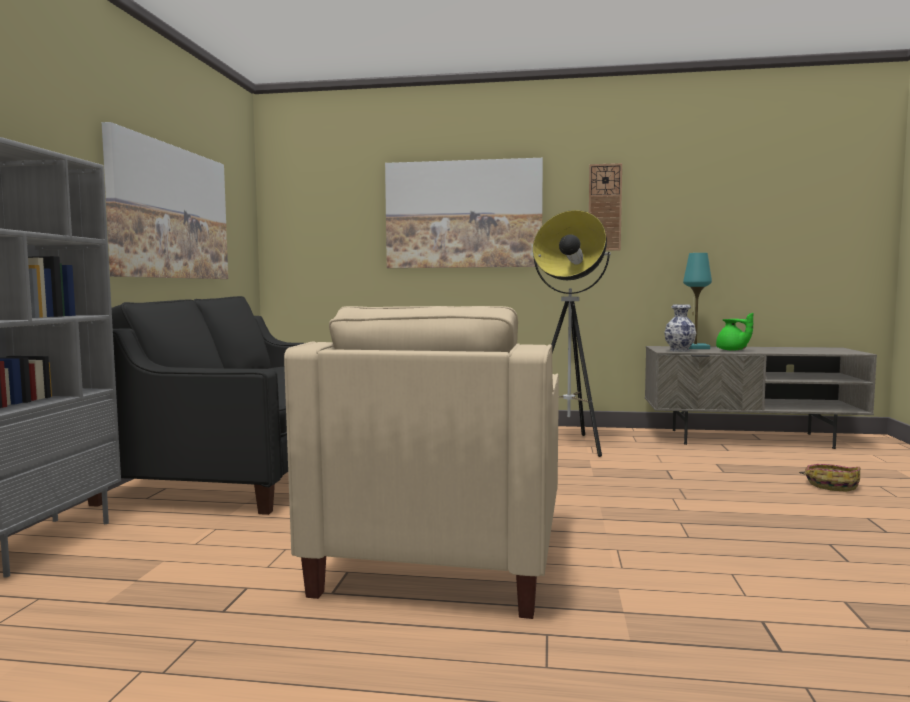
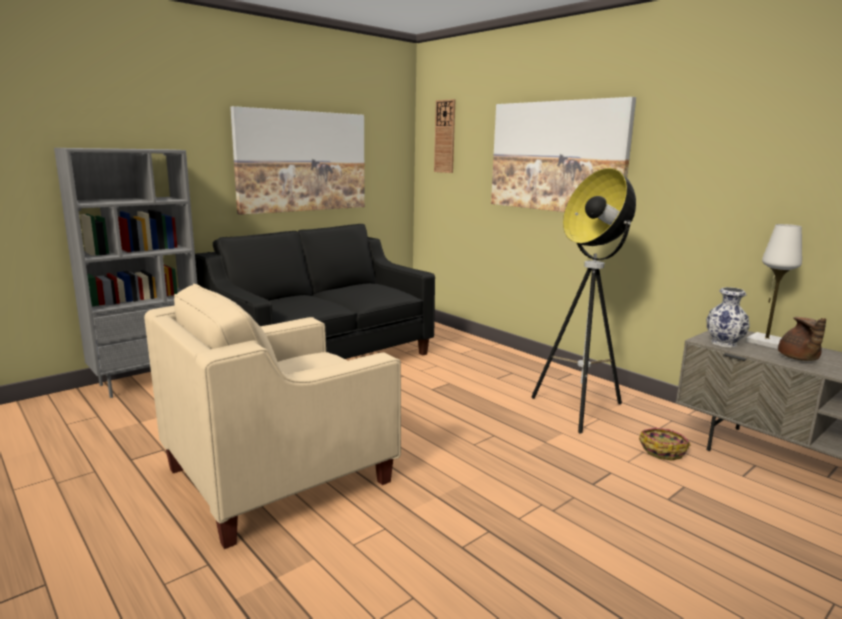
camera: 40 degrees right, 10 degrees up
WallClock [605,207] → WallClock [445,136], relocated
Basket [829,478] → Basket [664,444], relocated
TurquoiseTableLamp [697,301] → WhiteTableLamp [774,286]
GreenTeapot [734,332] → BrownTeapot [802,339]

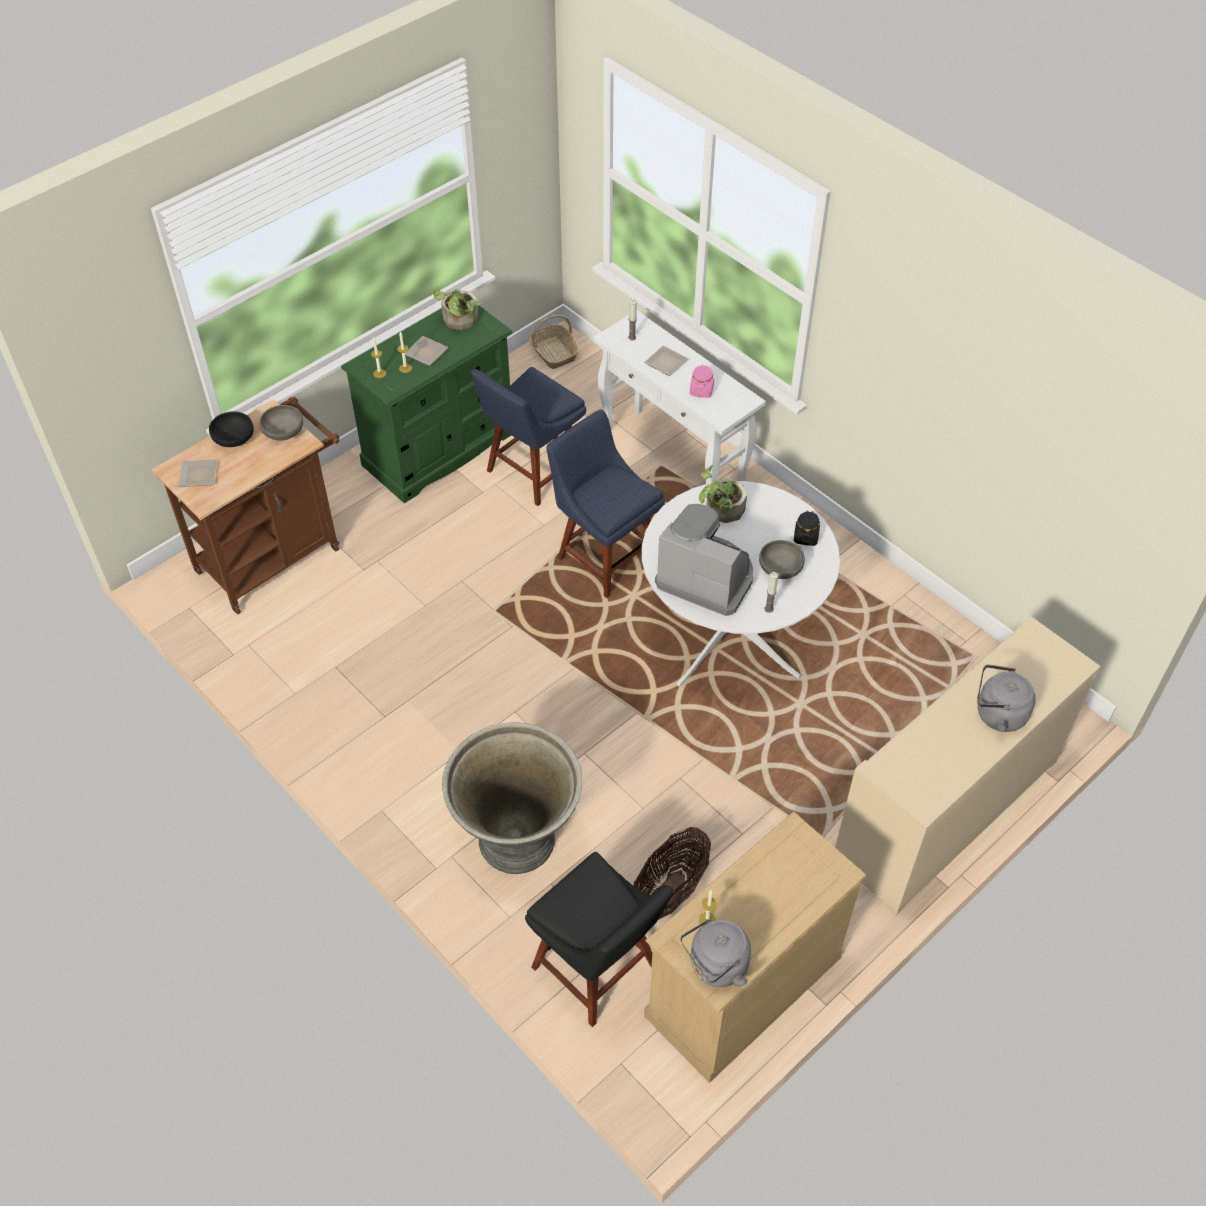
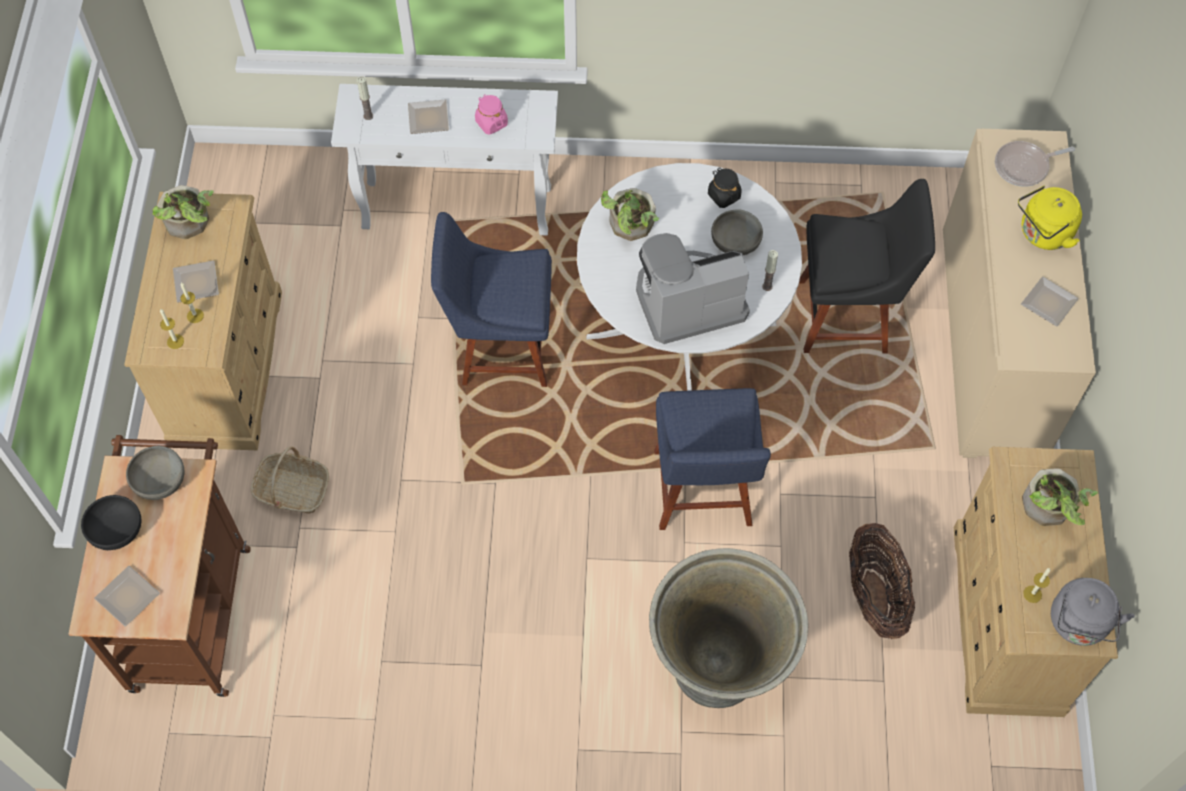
camera: 45 degrees left, 10 degrees up
GreenDresser [427,404] → BeigeDresser [203,321]
Basket [554,342] → Basket [290,480], relocated
BlueChair [528,436] → BlueChair [712,459], relocated
BlackChair [599,939] → BlackChair [867,266], relocated
- → FryingPan [1035,164]
GreyKettle [1006,698] → YellowKettle [1050,218]
- → Plate [1049,302]
- → PottedPlant [1060,497]

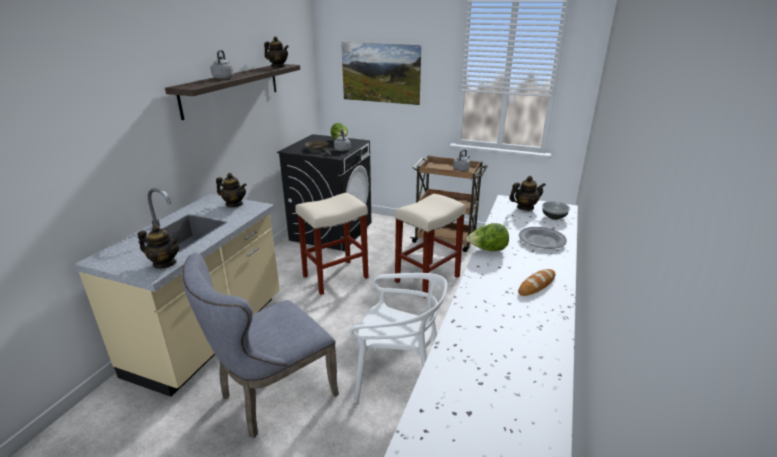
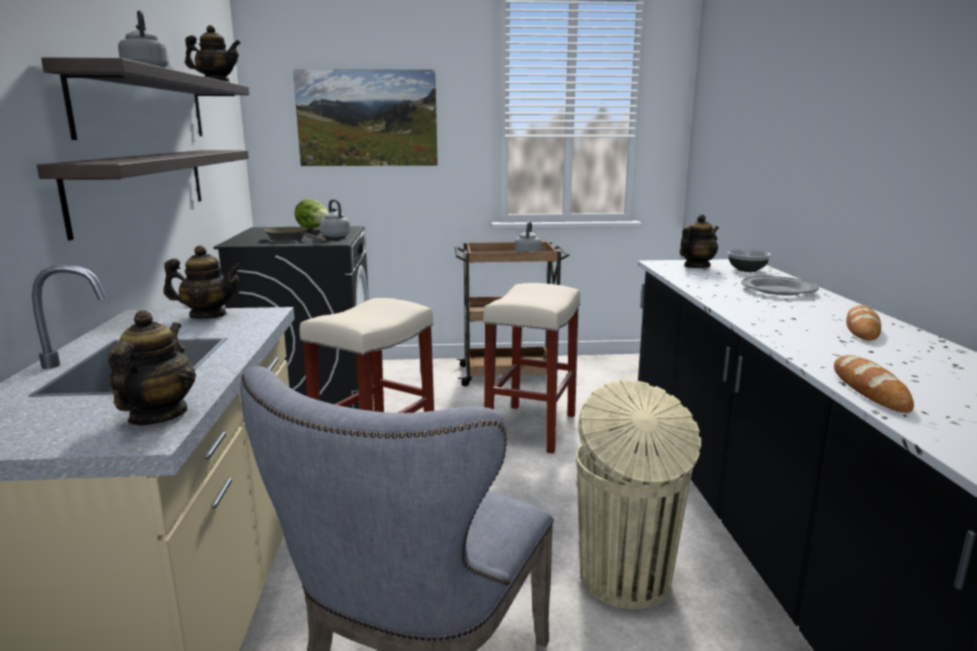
camera: 25 degrees left, 10 degrees down
- → Shelf [143,195]
Teapot [159,246] → Teapot [152,368], 75 degrees counterclockwise
WhiteChair [398,338] → BeigeTrashCan [638,494]
- → Bread [874,384]
Lettuce [487,237] → -

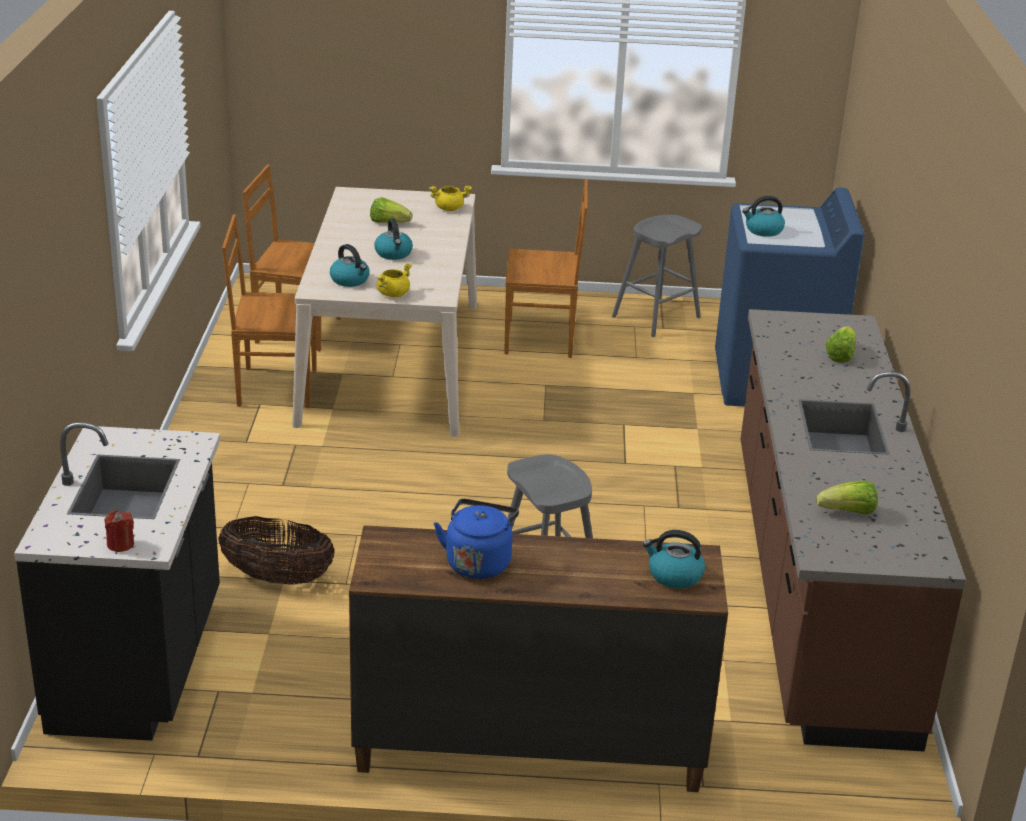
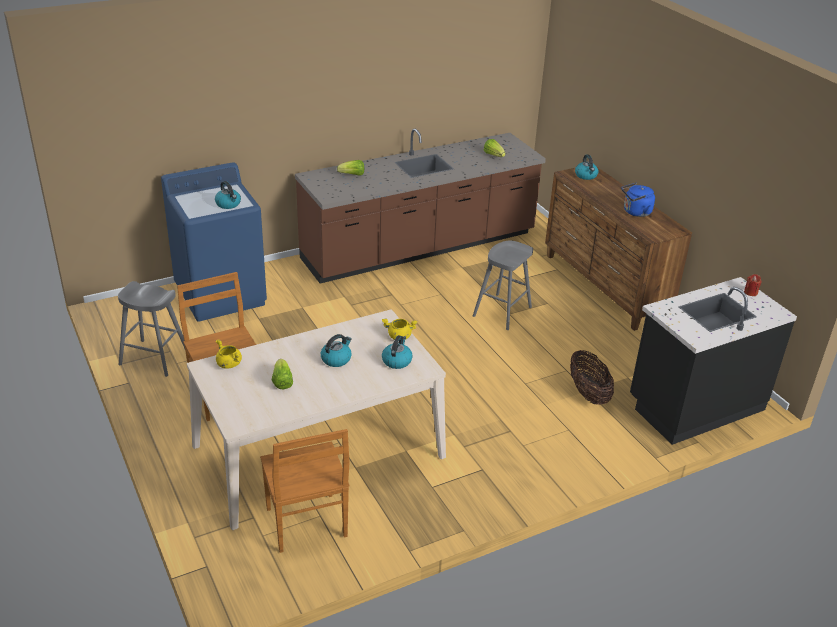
camera: 120 degrees left, 5 degrees up
BrownChair [269,311] → -

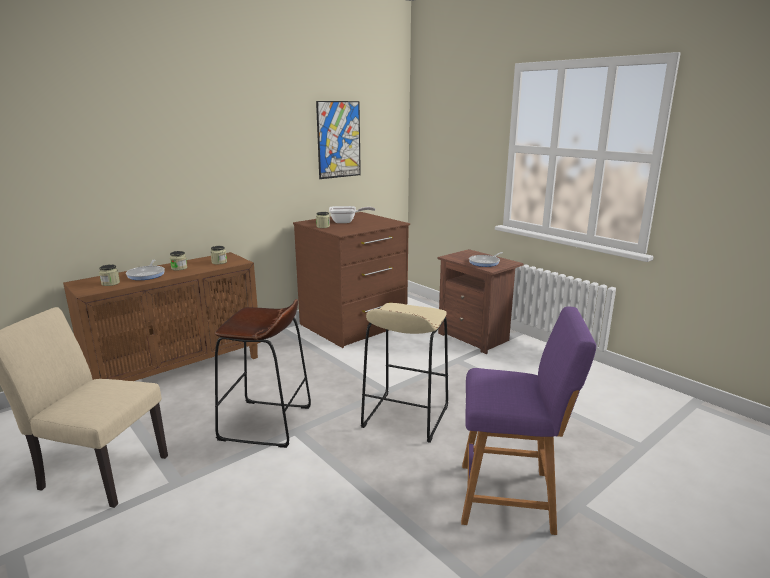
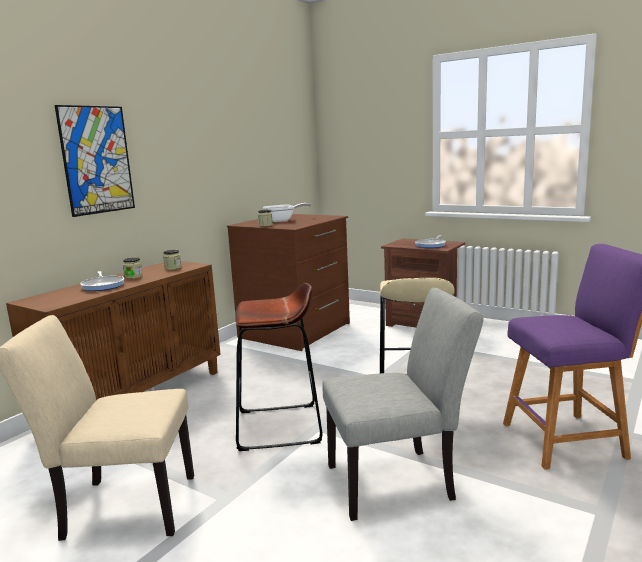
camera: 15 degrees left, 5 degrees down
Picture [338,140] → Picture [95,161], relocated
- → GreyChair [402,404]
Jar [109,275] → -

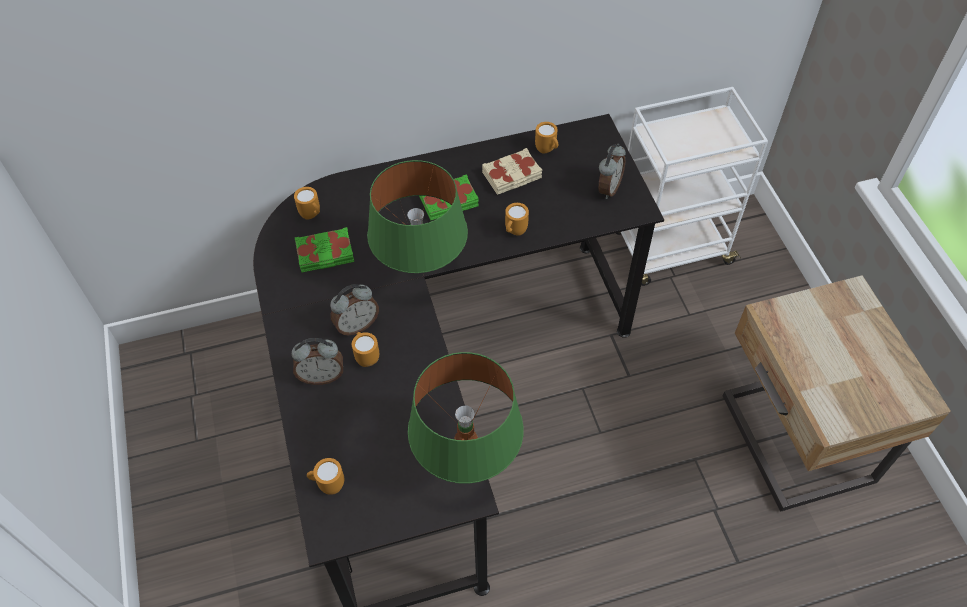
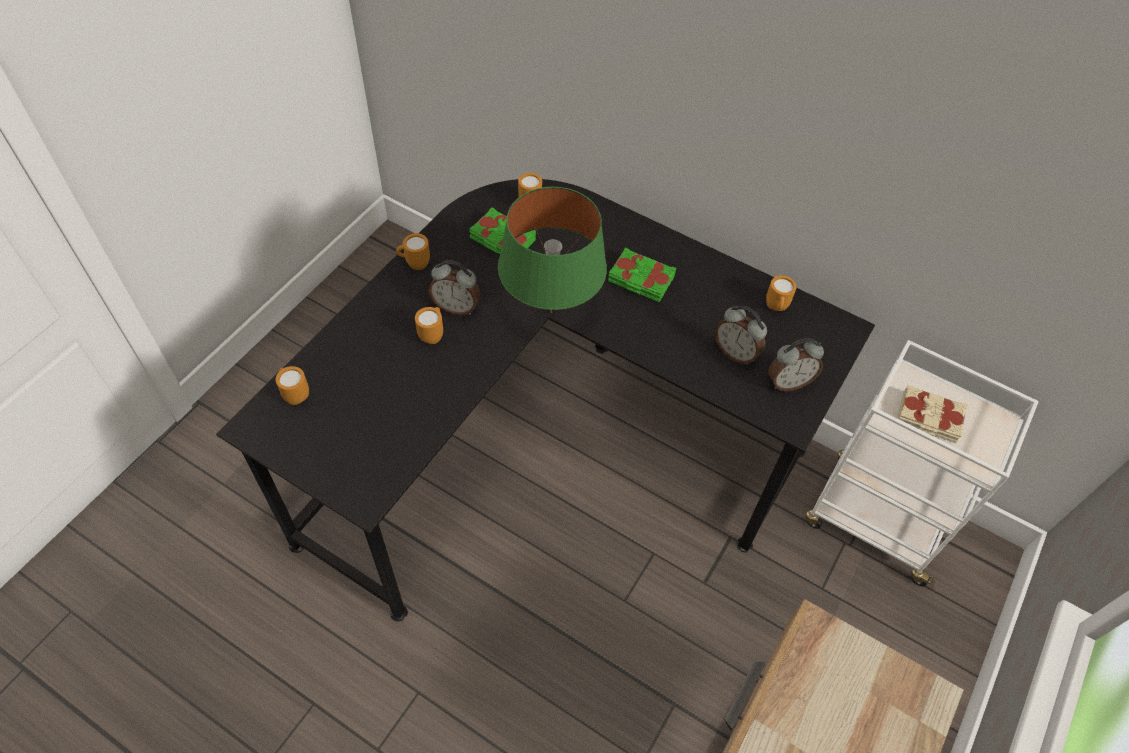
camera: 45 degrees right, 0 degrees up
OrangeMug [517,219] → OrangeMug [413,251], relocated
AlarmClock [317,361] → AlarmClock [741,335], relocated
BeigeBook [512,171] → BeigeBook [932,414], relocated
GreenTableLamp [466,418] → -

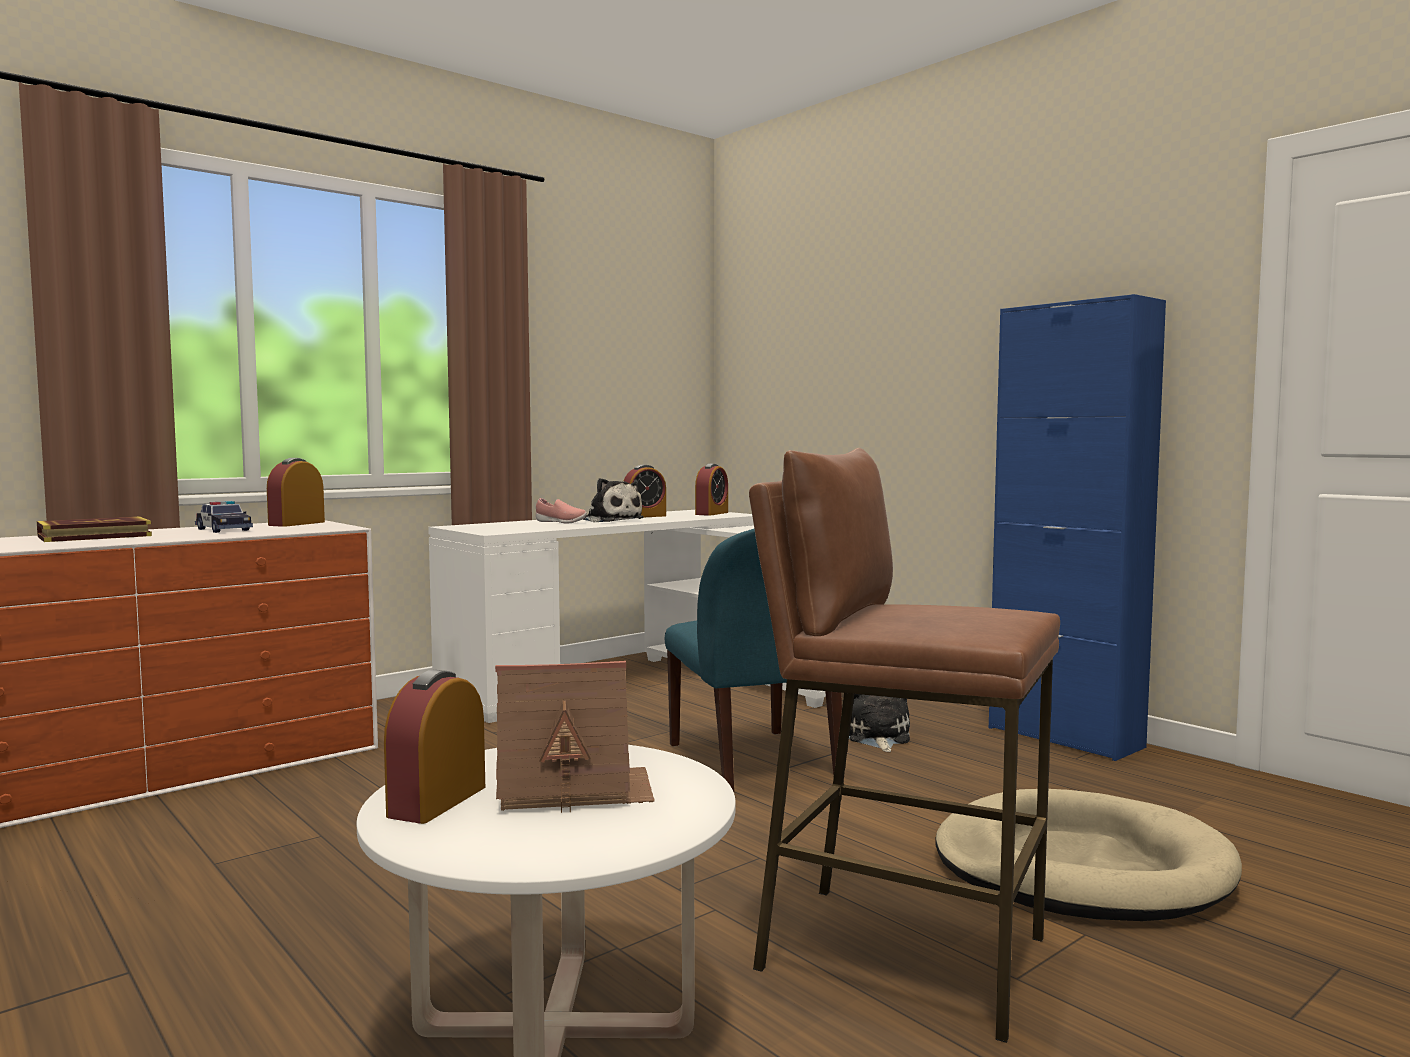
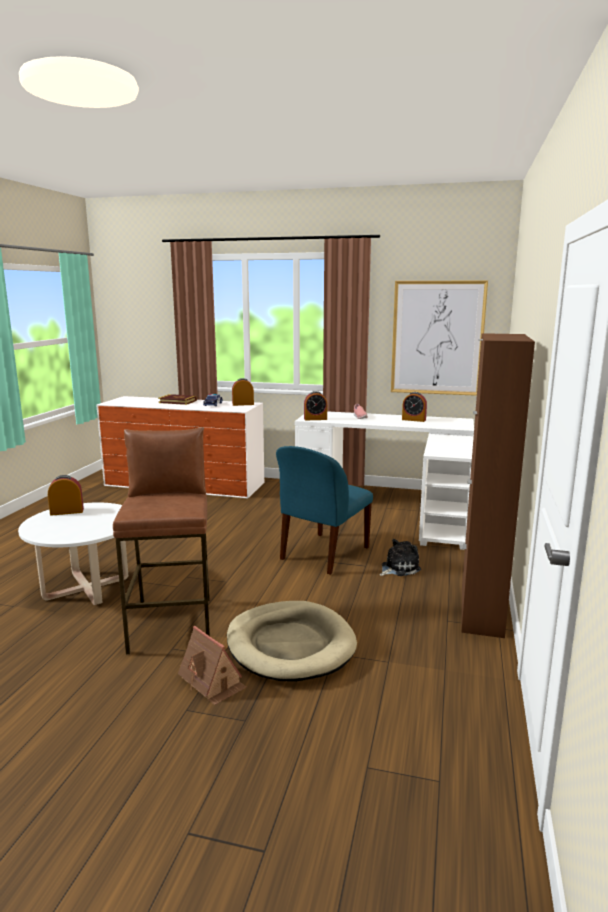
camera: 55 degrees right, 10 degrees up
ToyHouse [575,737] → ToyHouse [212,665], relocated
AlarmClock [711,490] → AlarmClock [315,405], relocated
- → Picture [439,338]
BlueCabinet [1077,527] → BrownCabinet [498,485]
PlushToy [613,500] → -

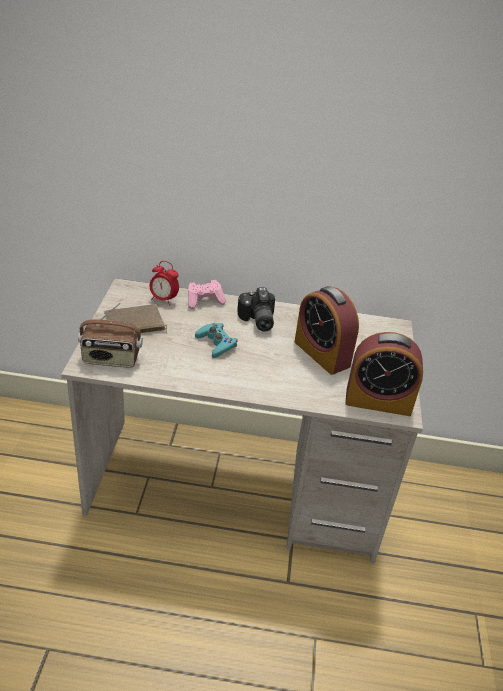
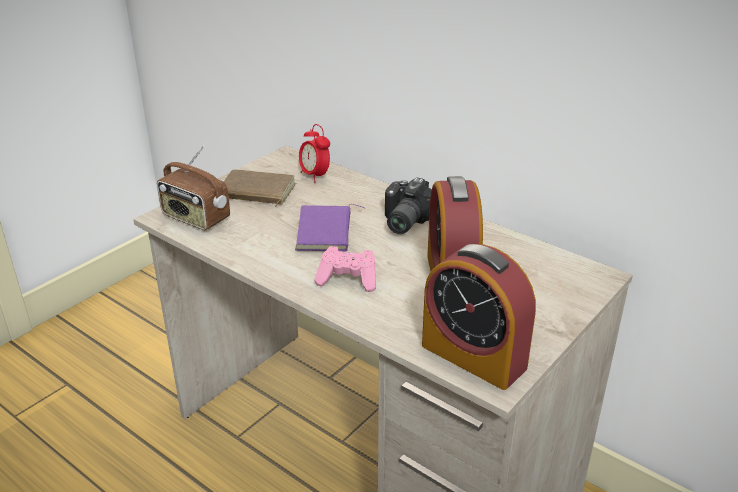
camera: 35 degrees right, 5 degrees down
TurquoiseGameController [216,340] → PurpleBook [330,227]
PinkGameController [207,294] → PinkGameController [345,269], relocated

